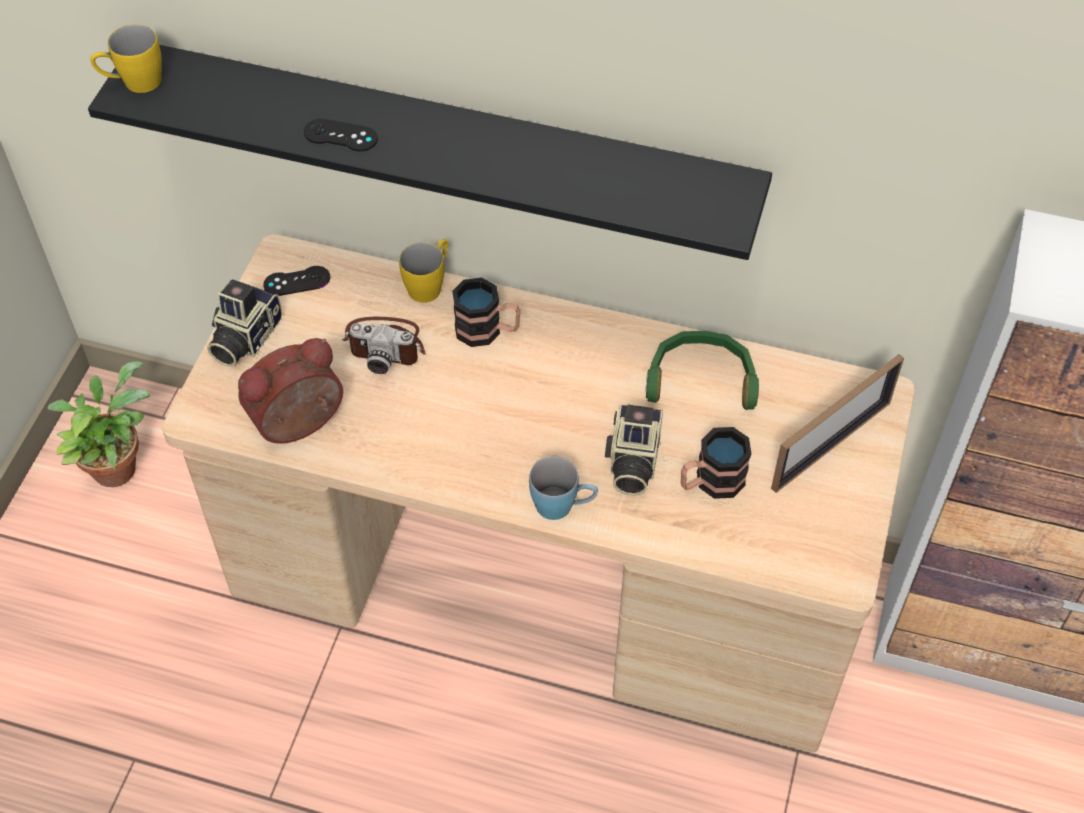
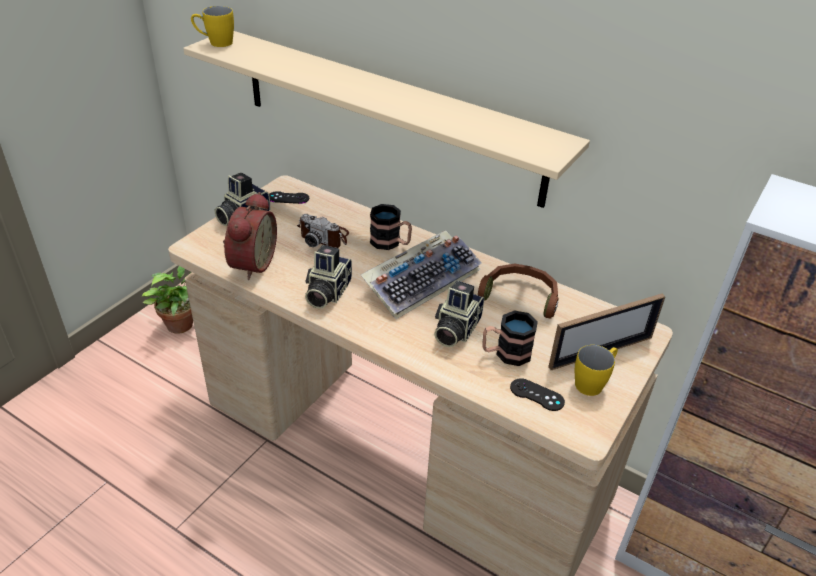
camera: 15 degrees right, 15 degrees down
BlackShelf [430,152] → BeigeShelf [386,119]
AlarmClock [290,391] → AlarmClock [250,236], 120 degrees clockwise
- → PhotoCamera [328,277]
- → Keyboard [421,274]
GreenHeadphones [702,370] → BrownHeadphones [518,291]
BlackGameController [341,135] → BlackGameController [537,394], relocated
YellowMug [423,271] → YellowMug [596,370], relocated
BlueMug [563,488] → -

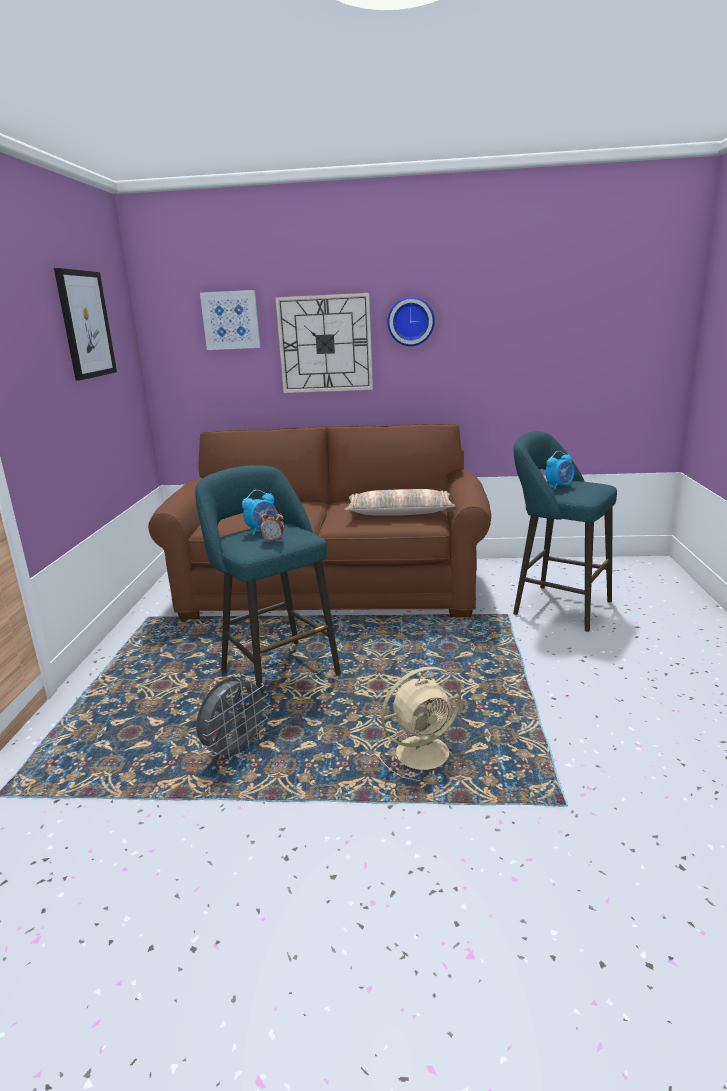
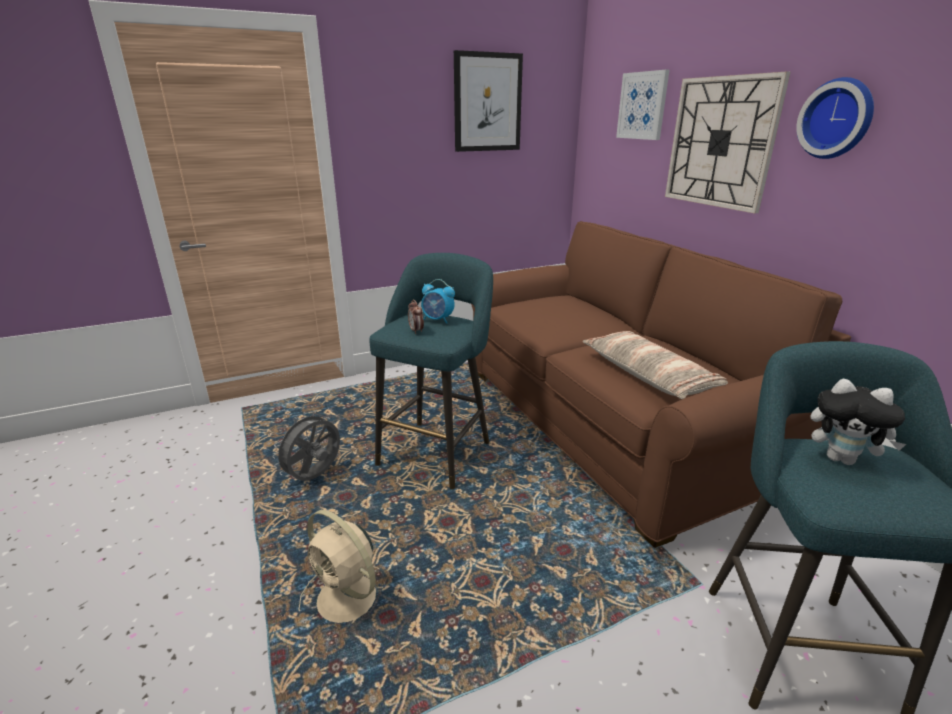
camera: 60 degrees right, 5 degrees up
GreyFan [232,718] → GreyFan [306,446], 120 degrees clockwise
AlarmClock [559,470] → PlushToy [858,422]

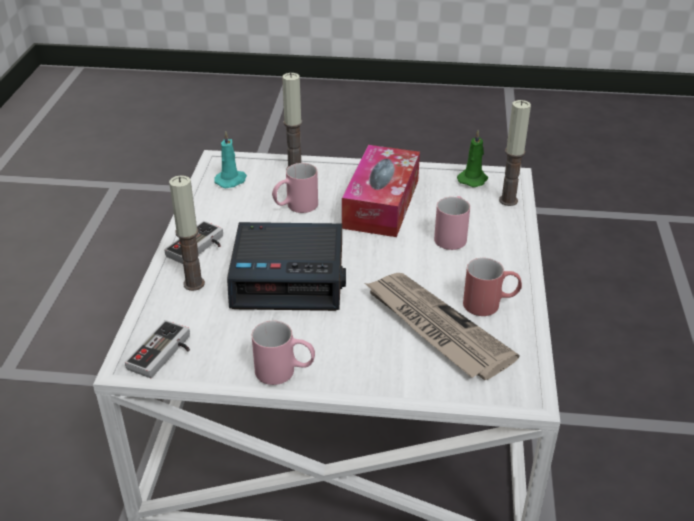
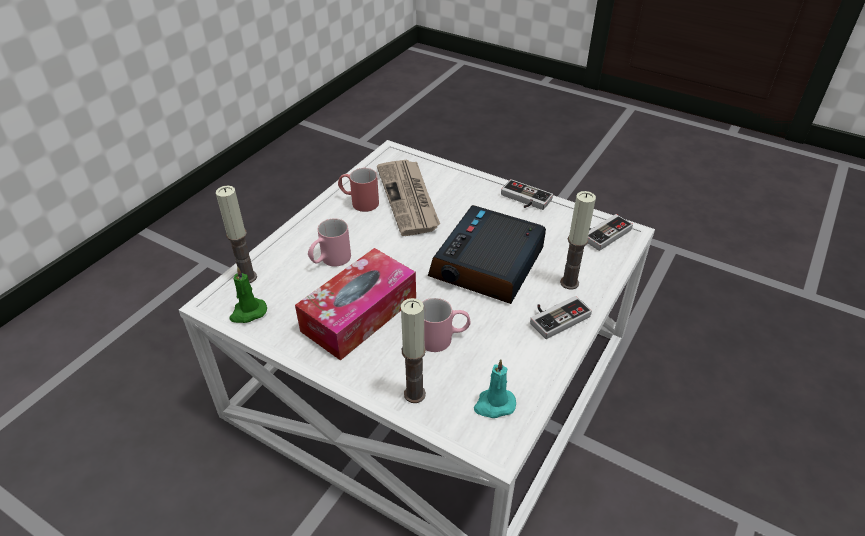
camera: 155 degrees left, 5 degrees up
AlarmClock [286,266] → AlarmClock [487,254], 90 degrees counterclockwise
PinkMug [283,353] → GameController [527,194]

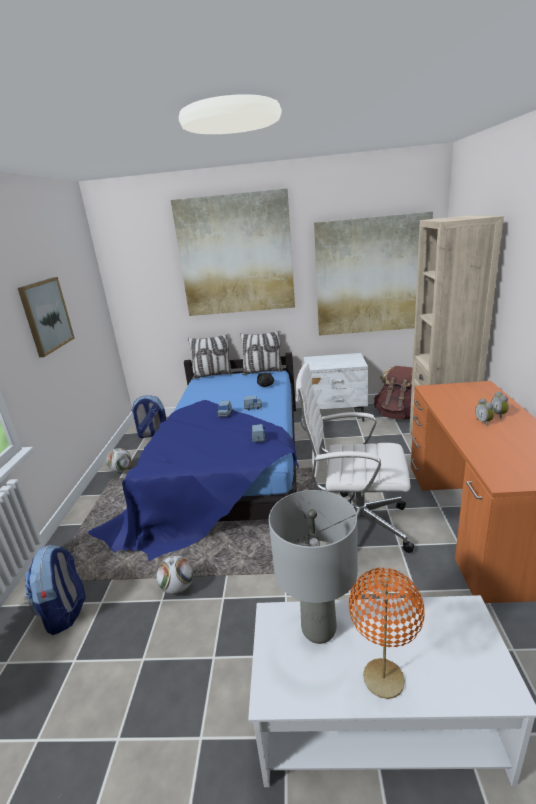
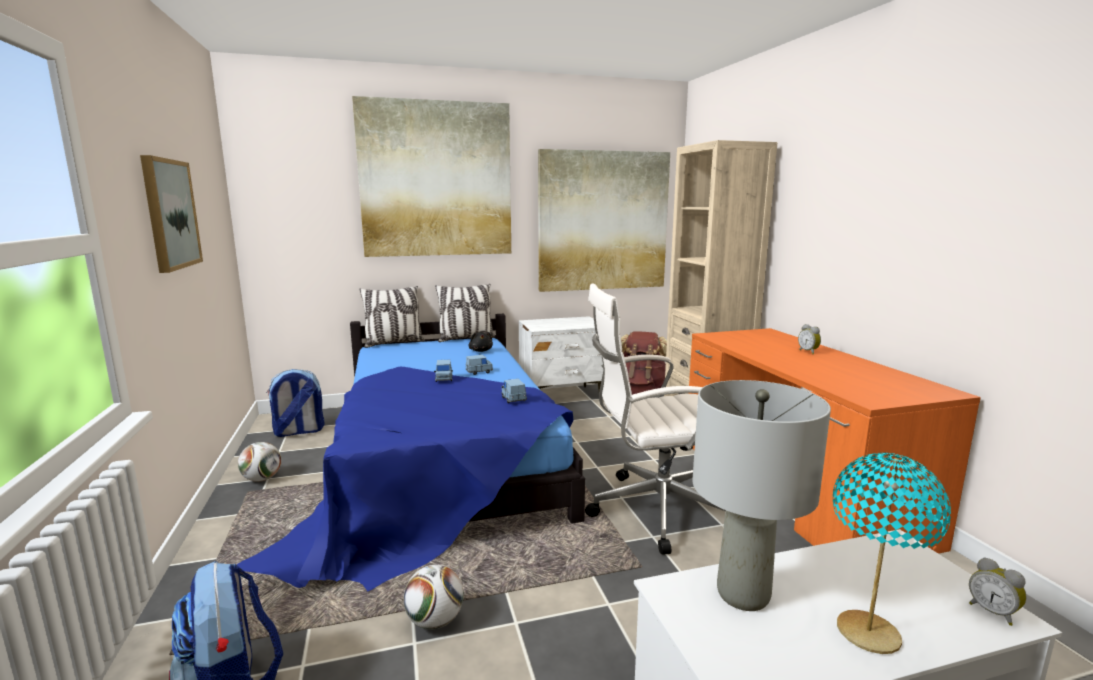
camera: 20 degrees left, 10 degrees down
OrangeTableLamp [387,633] → TurquoiseTableLamp [892,553]
AlarmClock [484,412] → AlarmClock [998,591], relocated

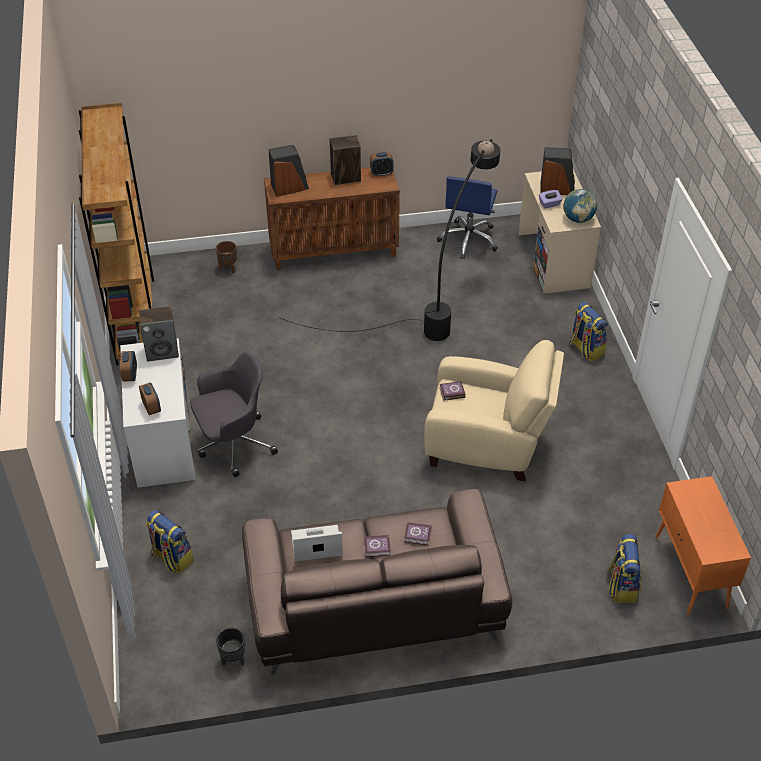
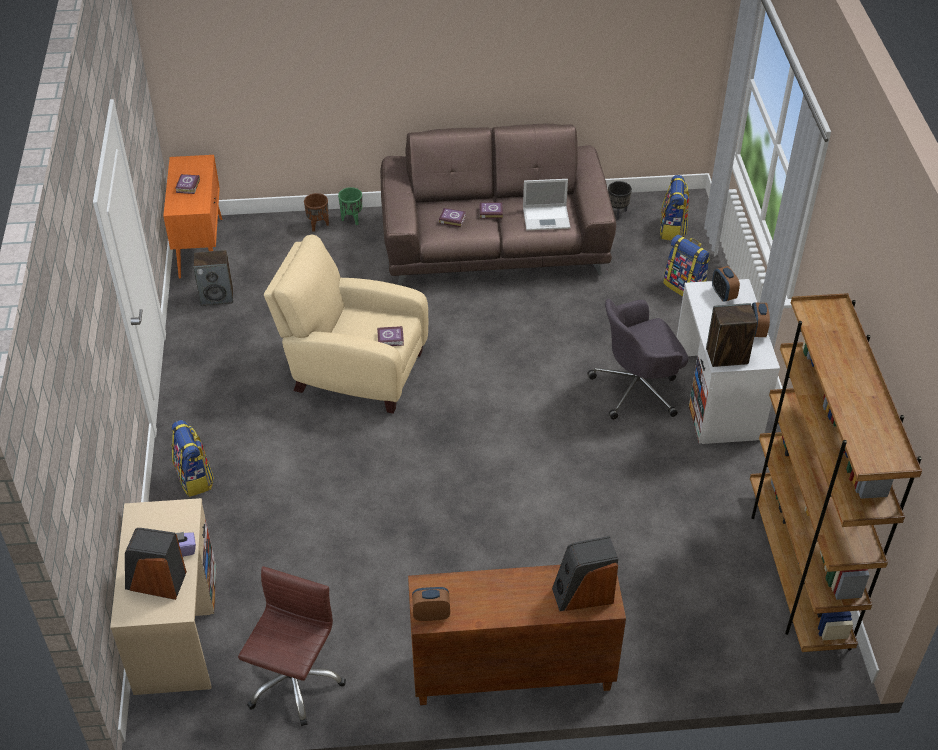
camera: 175 degrees left, 0 degrees up
- → Book [188,184]
Speaker [345,160] → Speaker [213,278], relocated
BlueOfficeChair [467,217] → BrownOfficeChair [292,646]
BrownPlanter [226,257] → BrownPlanter [316,212], relocated
- → GreenPlanter [350,206]
Backpack [624,568] → Backpack [674,207], relocated
BlackFloorLamp [390,240] → -
Globe [580,206] → -

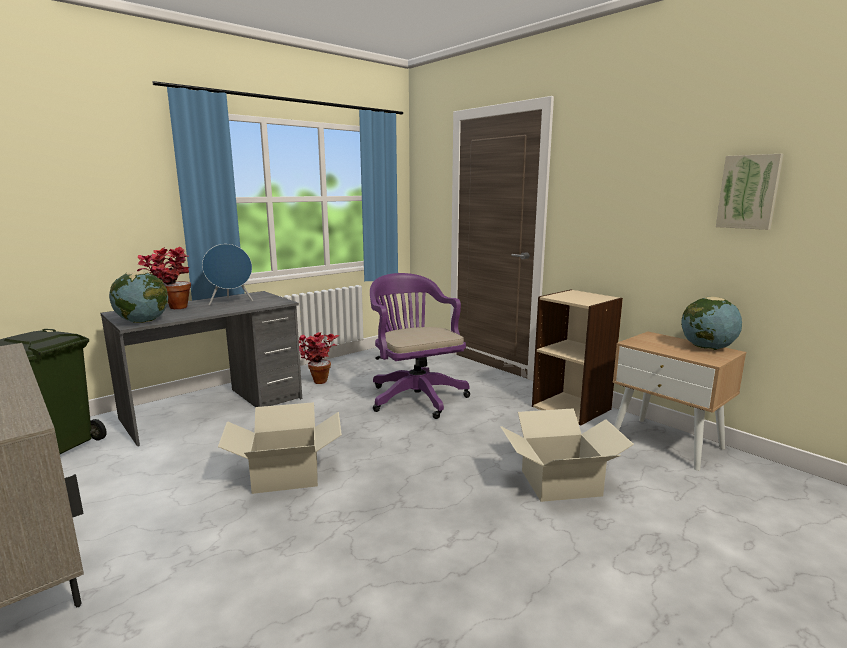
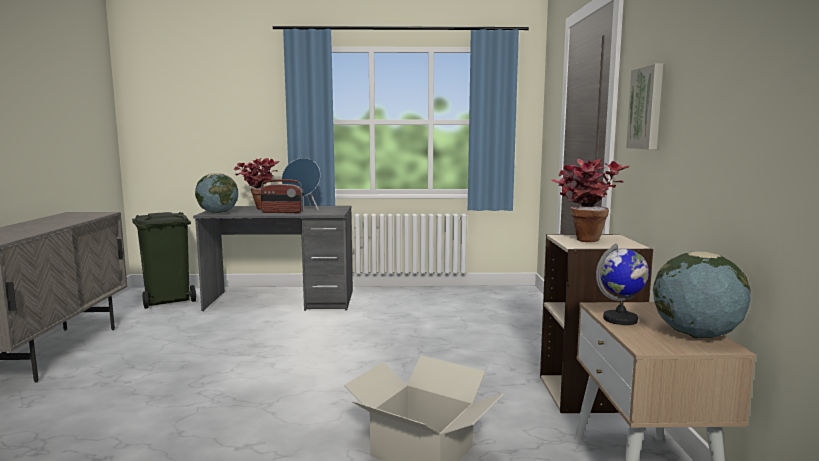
camera: 40 degrees right, 5 degrees down
- → Radio [281,196]
PottedPlant [319,358] → PottedPlant [590,200], relocated
- → Globe [622,284]
Picture [749,192] → Picture [644,106], relocated
CardboardBox [280,448] → -
PurpleOfficeChair [420,346] → -

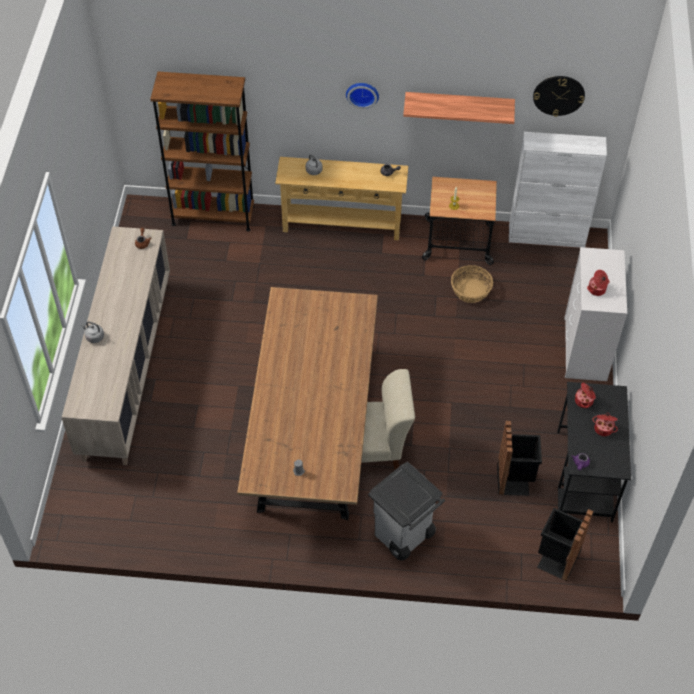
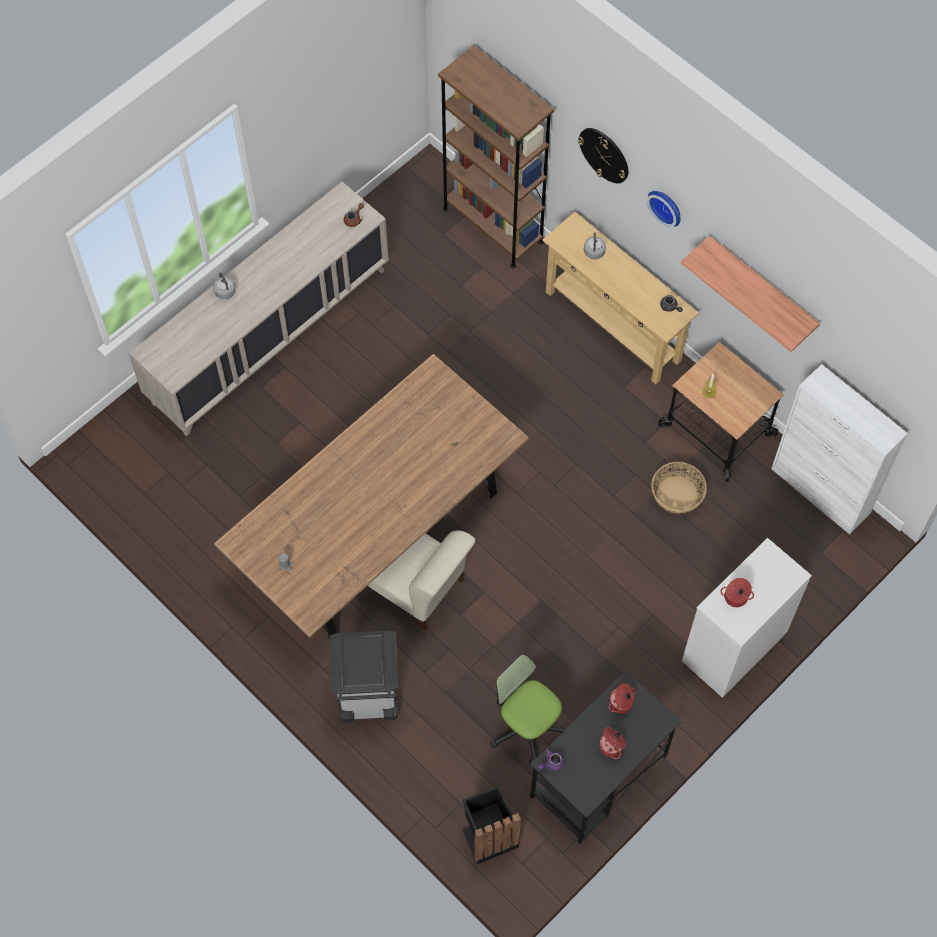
camera: 40 degrees right, 10 degrees up
BlackTrashCan [519,458] → OfficeChair [528,709]
WallClock [559,96] → WallClock [603,155], relocated

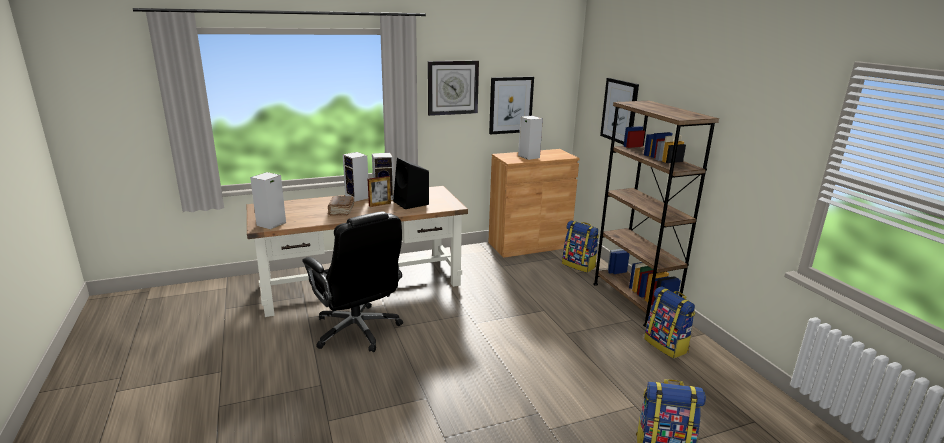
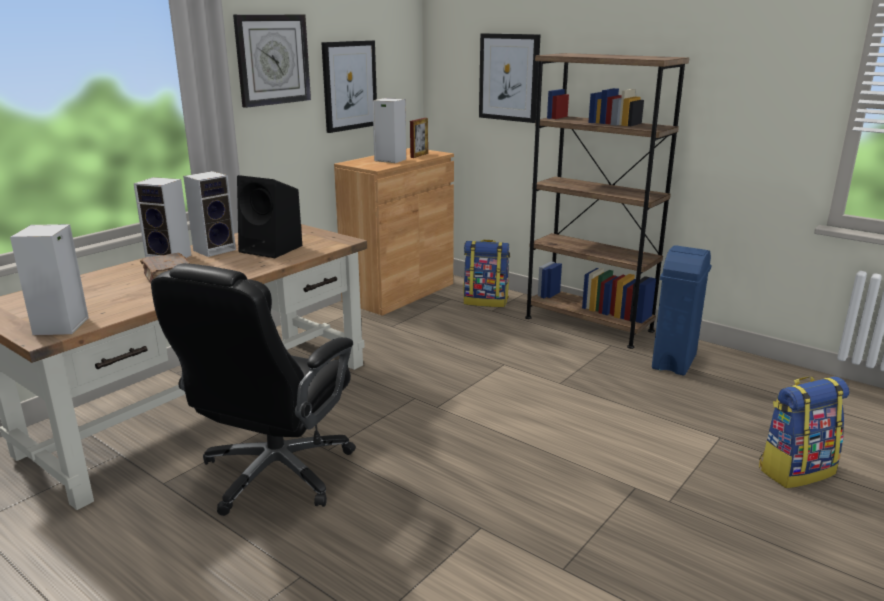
camera: 30 degrees left, 0 degrees up
BlackOfficeChair [352,281] → BlackOfficeChair [253,389], 90 degrees clockwise
PictureFrame [379,191] → PictureFrame [419,138], relocated
Backpack [670,323] → BlueTrashCan [681,310]

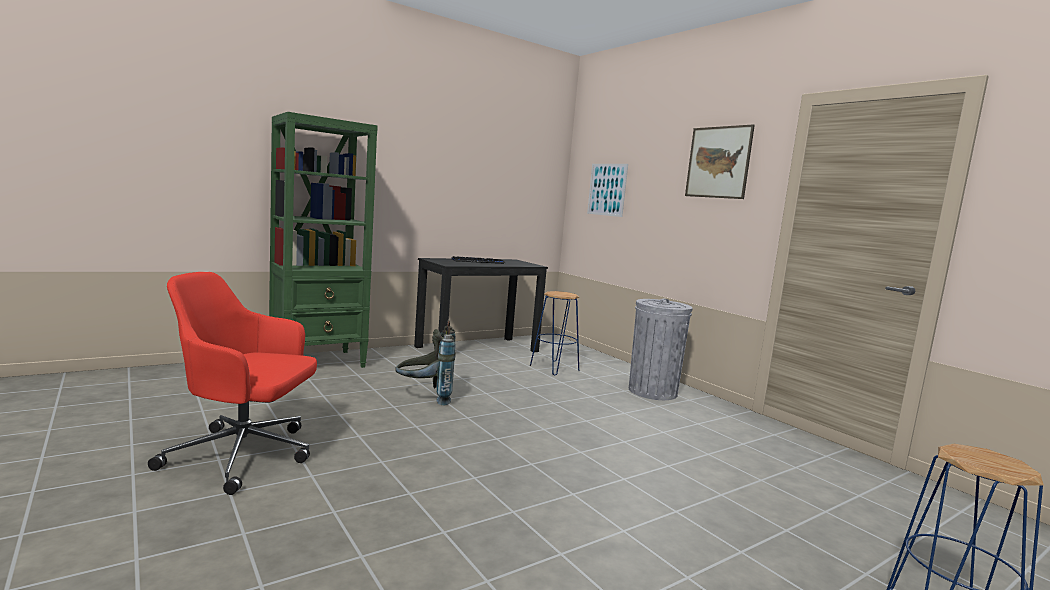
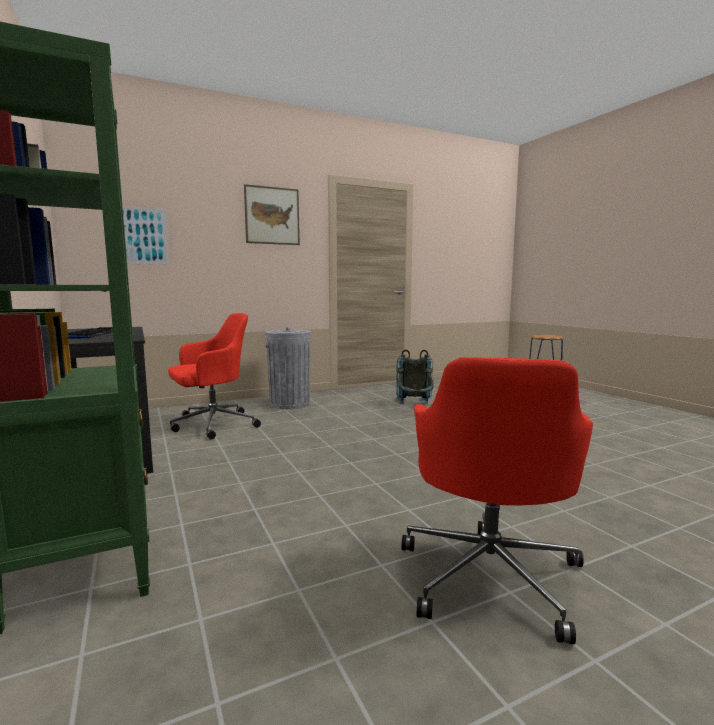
camera: 80 degrees left, 0 degrees up
BlueStool [554,333] → RedOfficeChair [214,376]
GreyBackpack [425,362] → GreyBackpack [414,377], relocated

